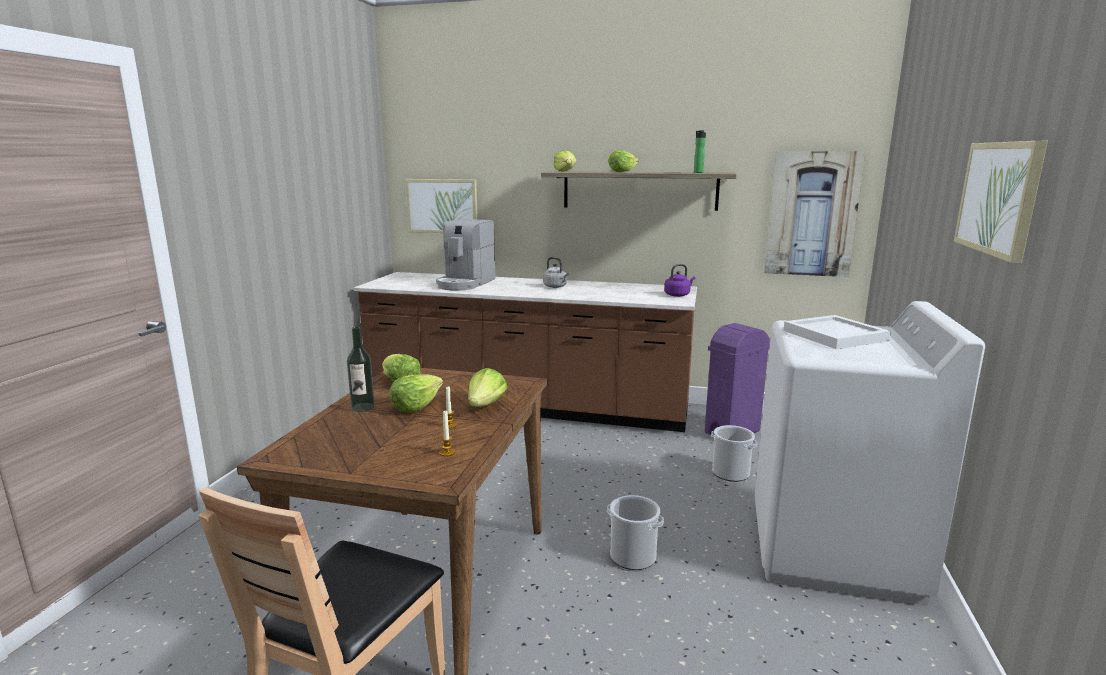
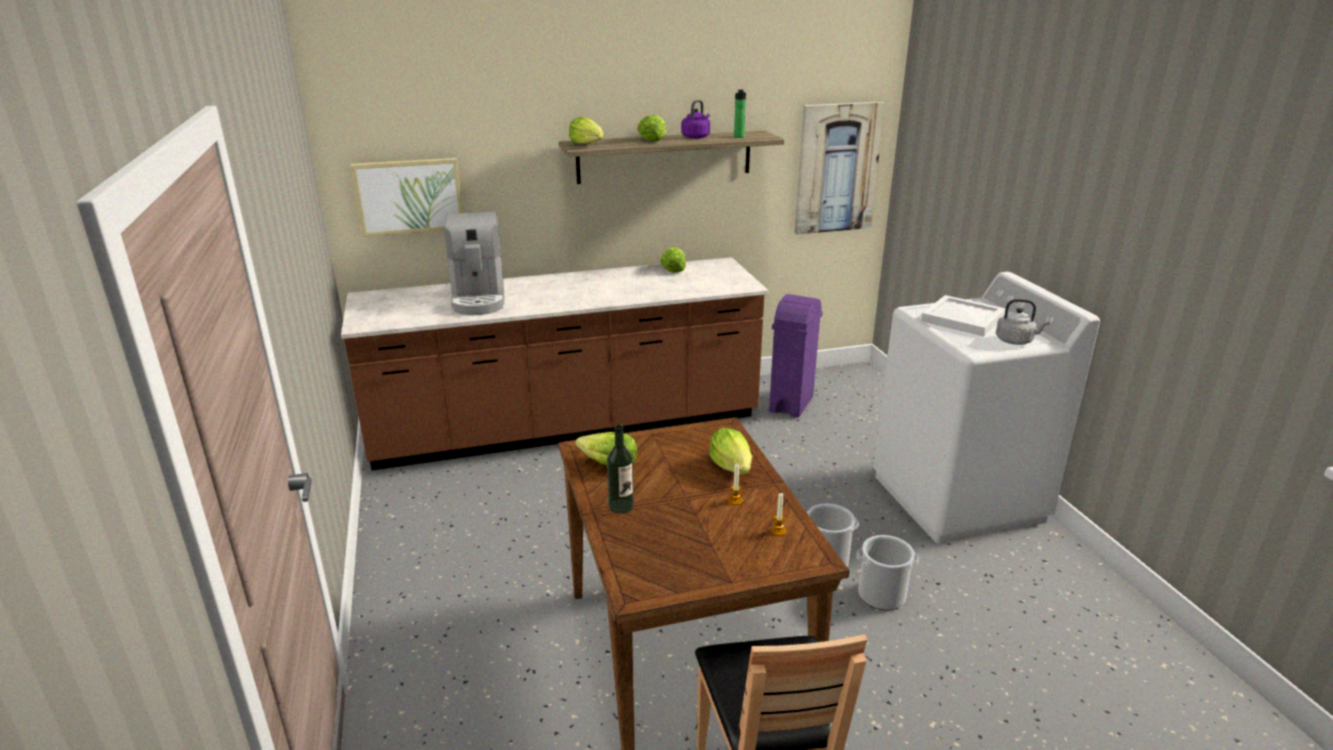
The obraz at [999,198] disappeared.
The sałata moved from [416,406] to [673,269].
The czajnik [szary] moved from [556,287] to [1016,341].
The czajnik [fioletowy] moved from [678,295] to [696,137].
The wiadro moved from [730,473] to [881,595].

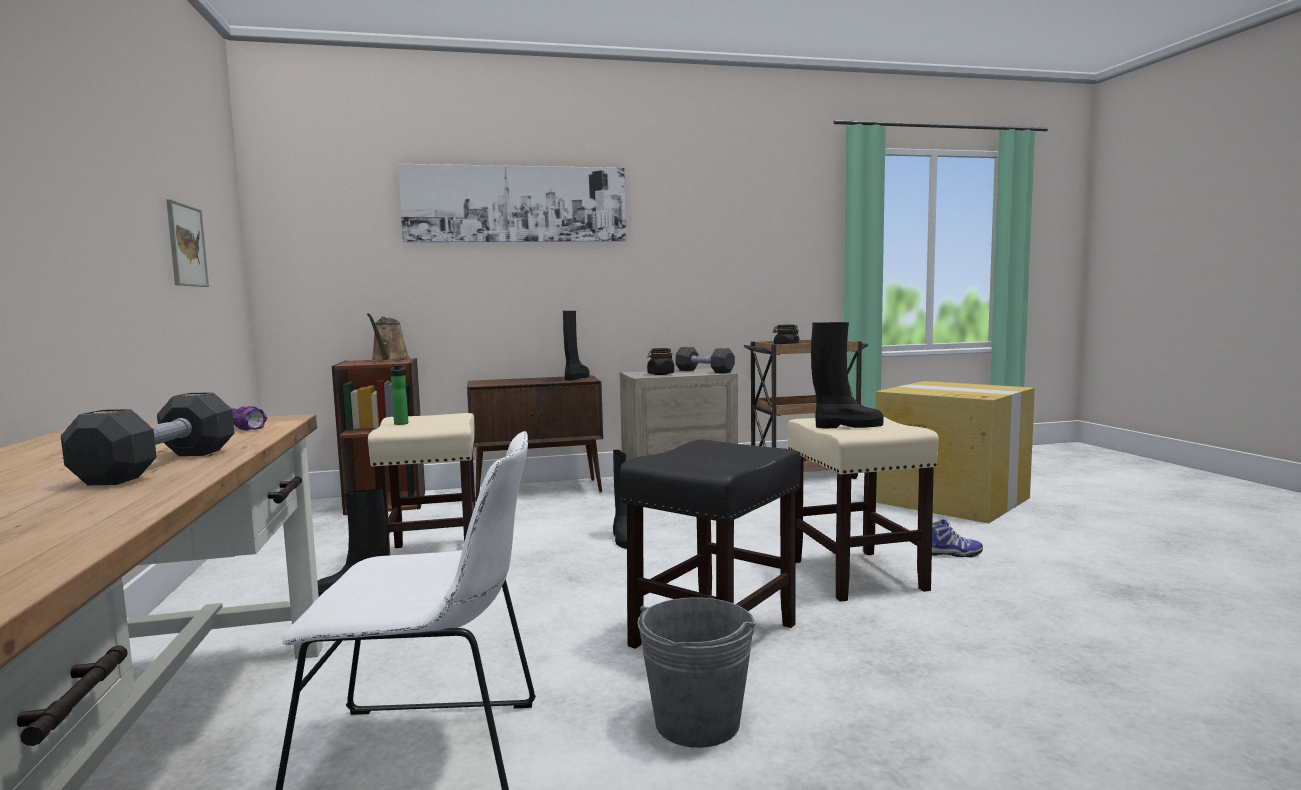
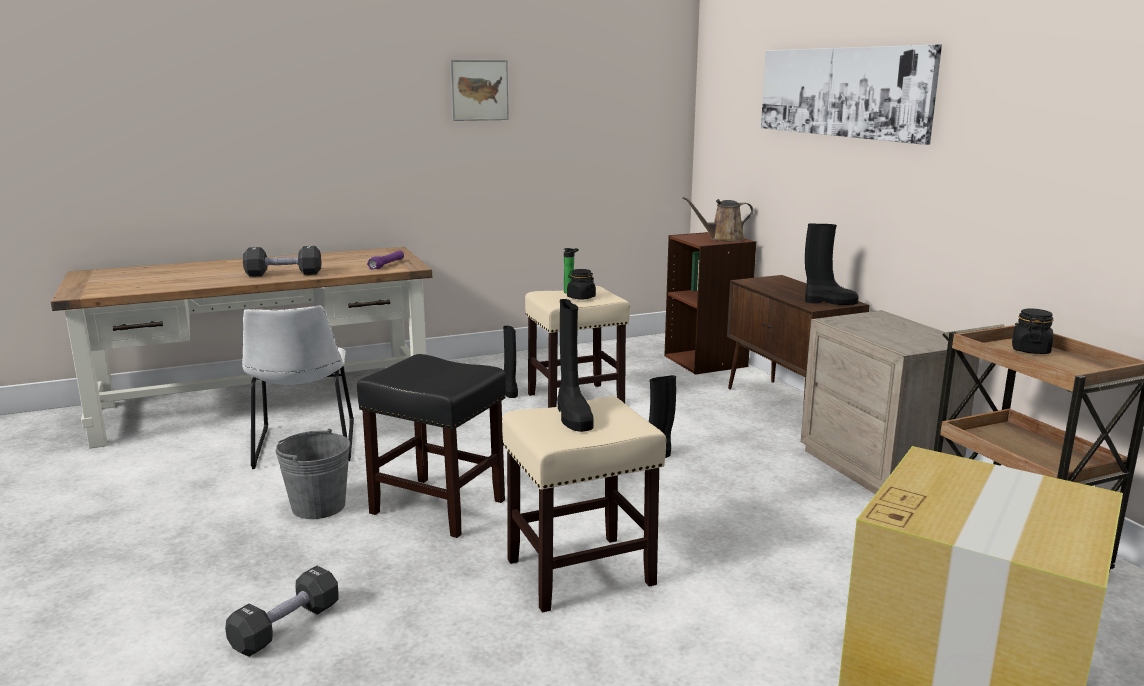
The but at [951,554] disappeared.
The obraz moved from [186,245] to [479,90].
The słoik [czarny] moved from [660,374] to [581,297].
The hantel [czarny] moved from [704,371] to [286,627].

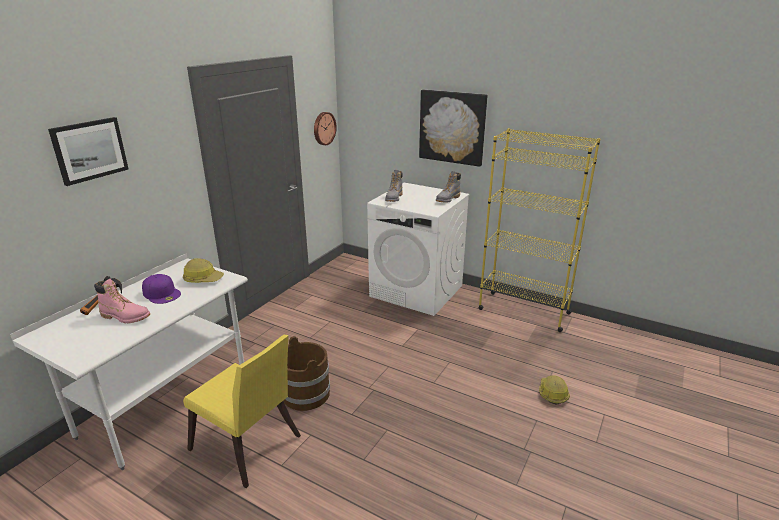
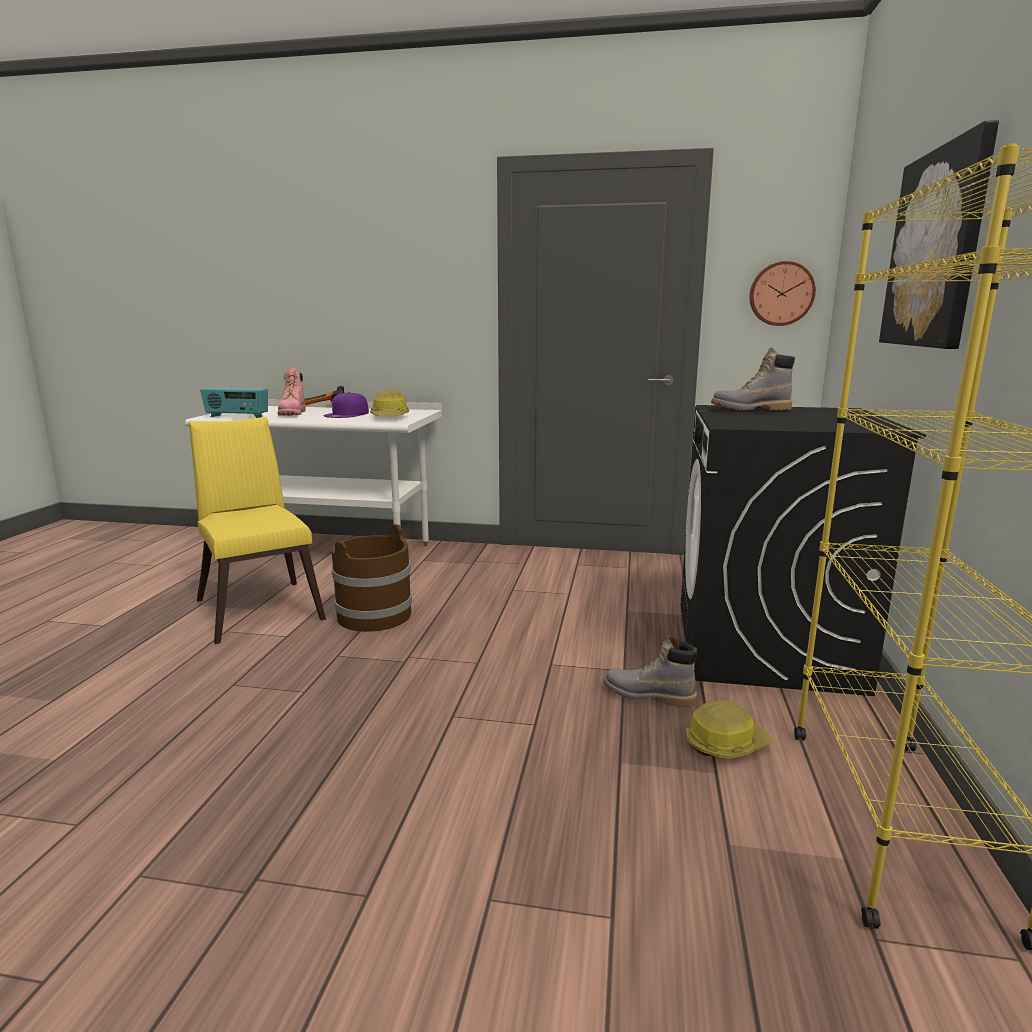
The obraz at [89,150] disappeared.
The radio at [236,416] appeared.
The but z cholewką [szary] moved from [447,199] to [648,695].
The kask moved from [552,393] to [725,743].
The pralka [biały] at [417,291] became the pralka [czarny] at [765,646].
The krzesło [żółty] at [249,447] turned 135 degrees clockwise.

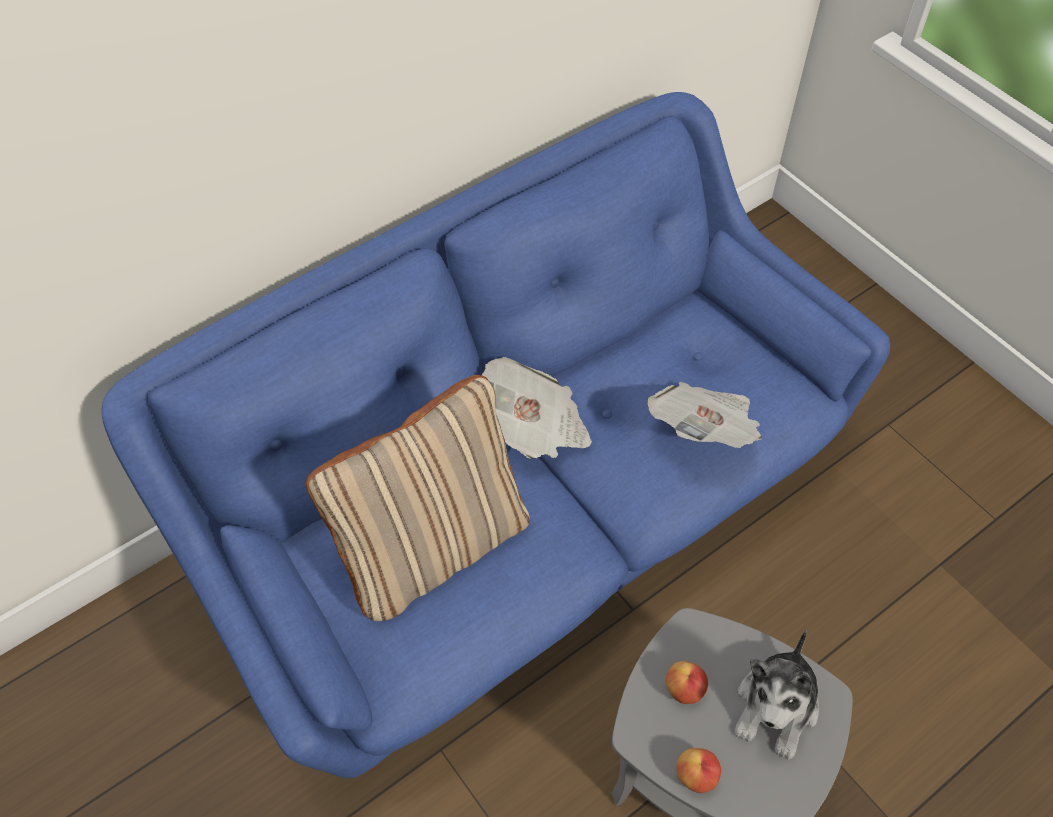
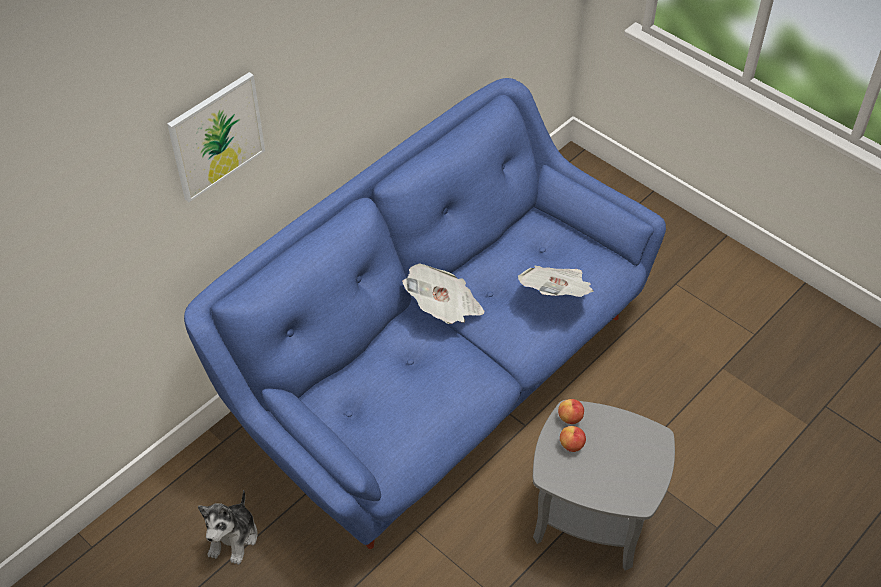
The poduszka [beżowy] at [433,547] disappeared.
The obraz at [216,136] appeared.
The jabłko moved from [696,776] to [570,418].
The pluszak moved from [776,707] to [233,538].

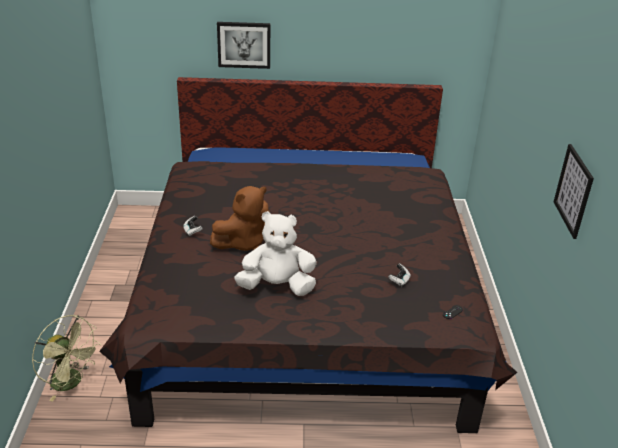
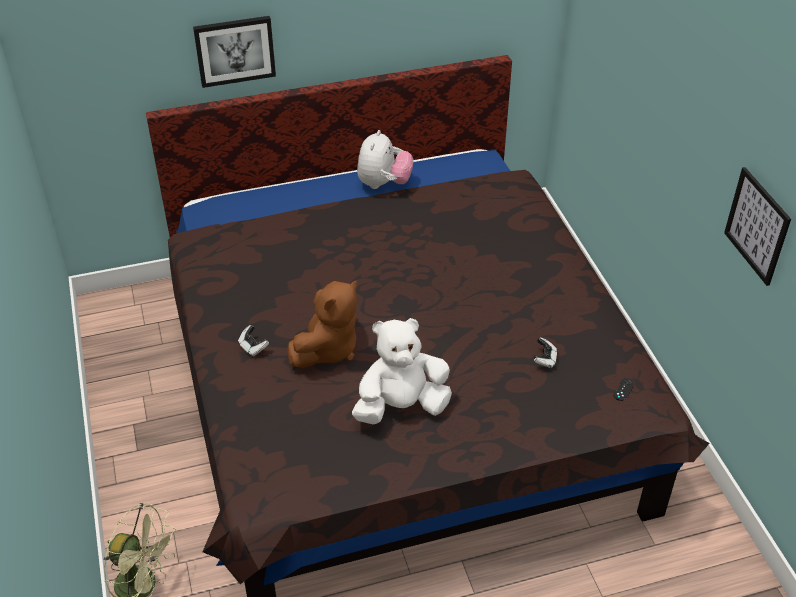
The pluszak at [383,184] appeared.

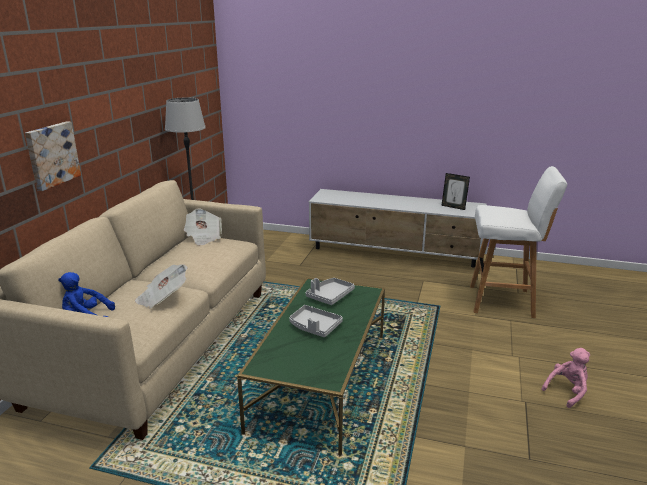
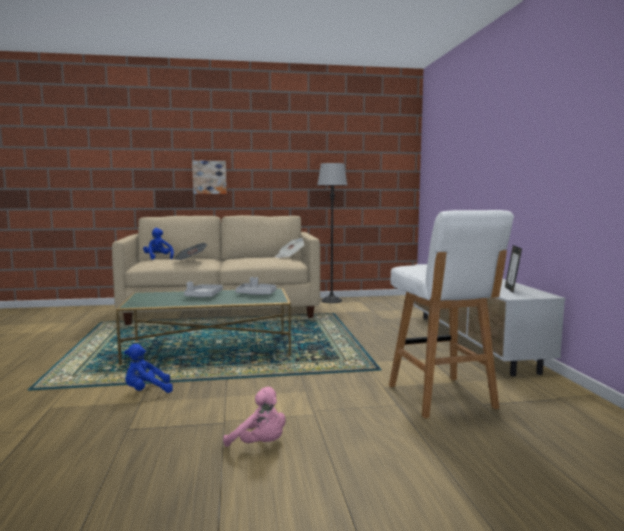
The pluszak [niebieski] at [146,391] appeared.

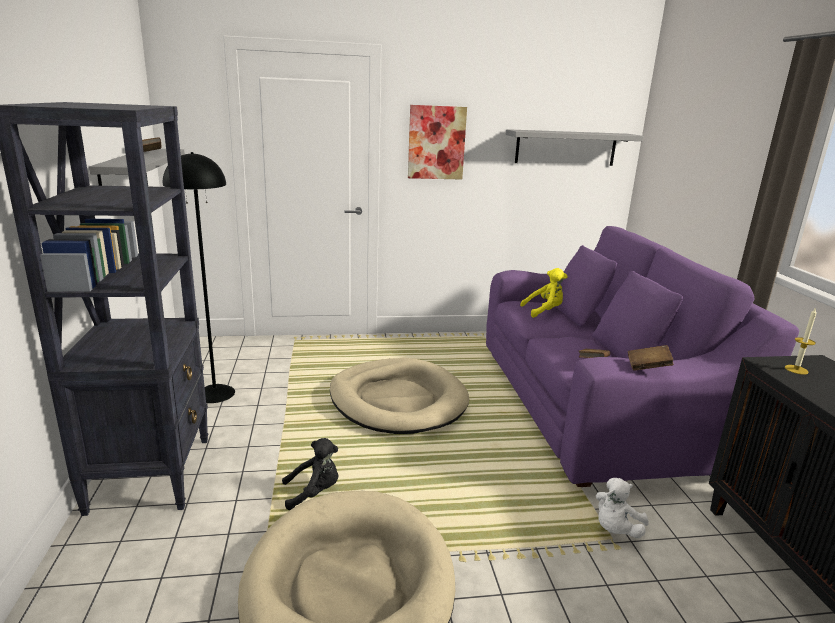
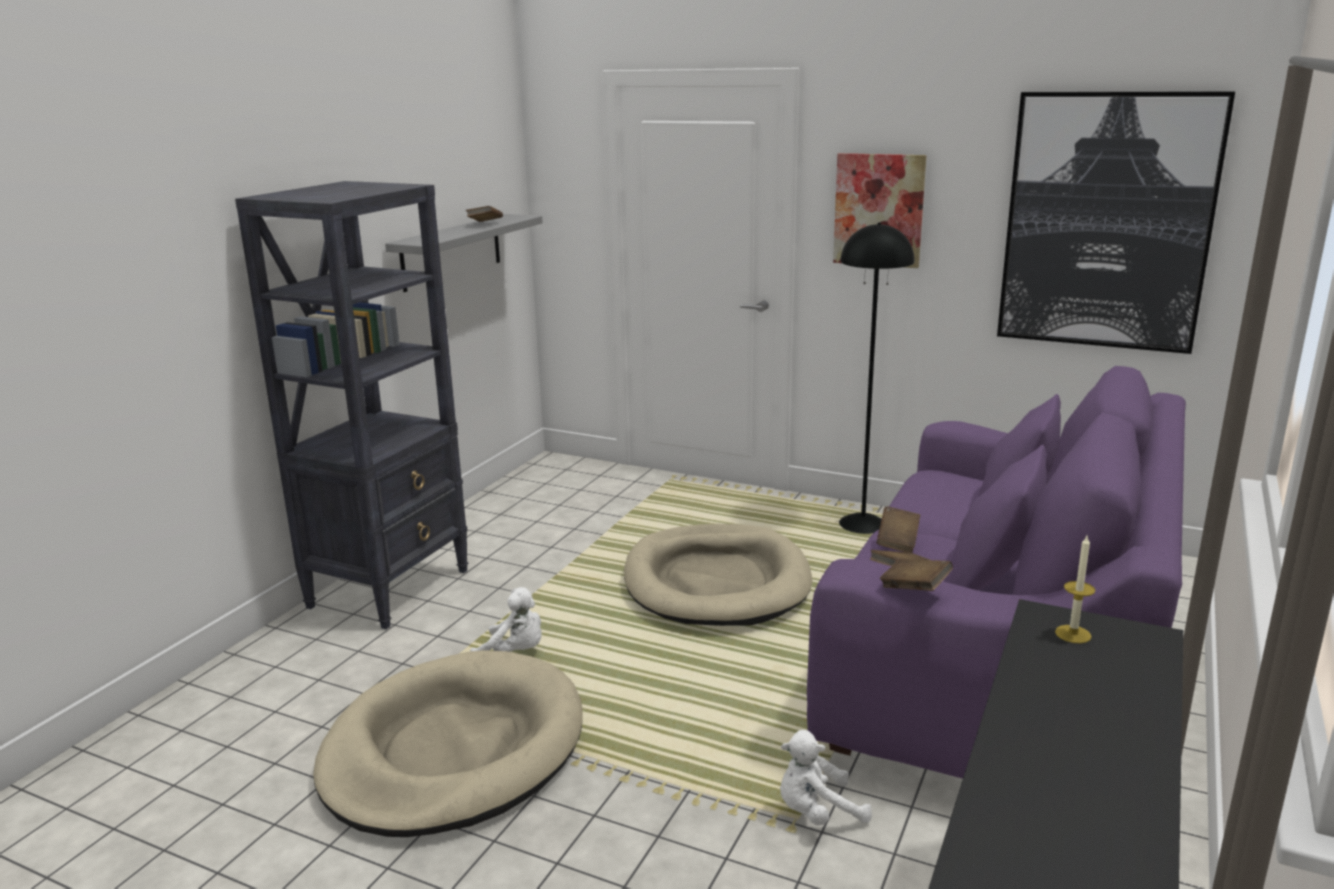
The pluszak [żółty] at [544,311] disappeared.
The książka [brązowy] at [898,542] appeared.
The lampa stojąca [czarny] moved from [215,393] to [863,524].
The półka [szary] at [566,148] was replaced by the obraz at [1107,222].
The pluszak [czarny] at [314,492] became the pluszak [biały] at [514,652].

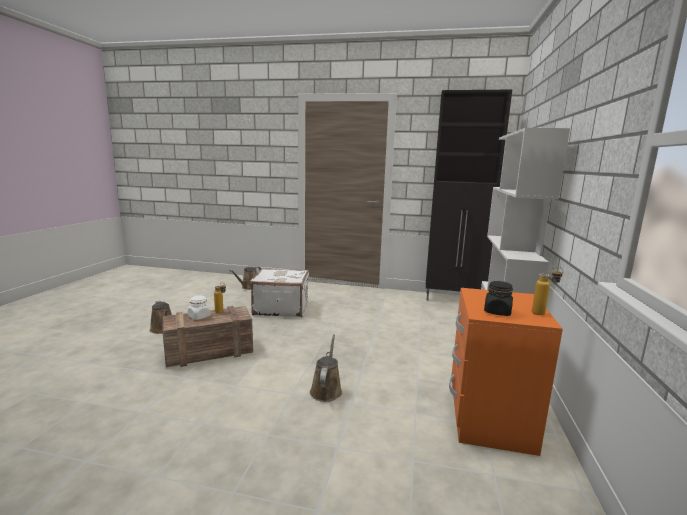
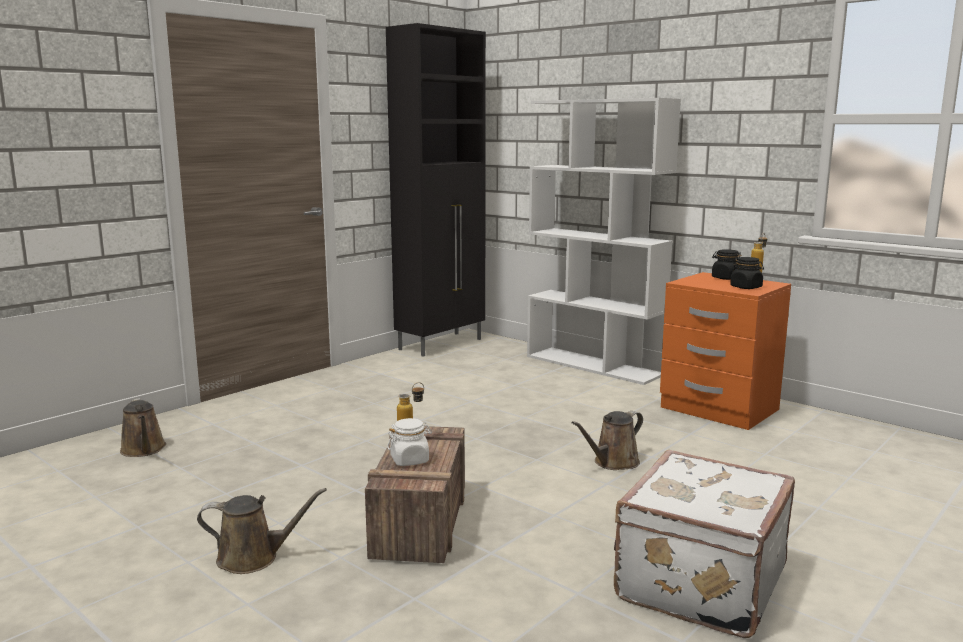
The słoik [czarny] at [726,278] appeared.
The walizka [biały] moved from [281,308] to [697,583].
The konewka [brązowy] at [326,390] turned 75 degrees counterclockwise.

